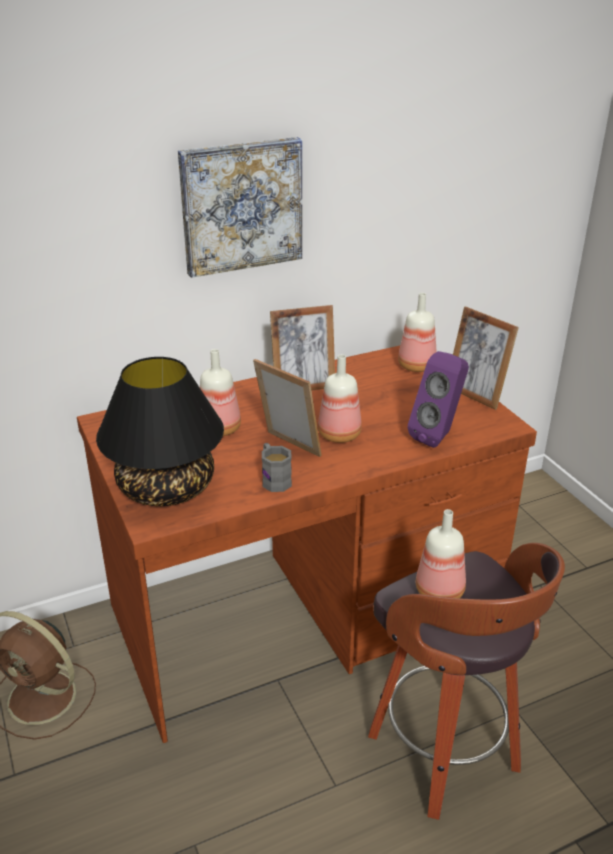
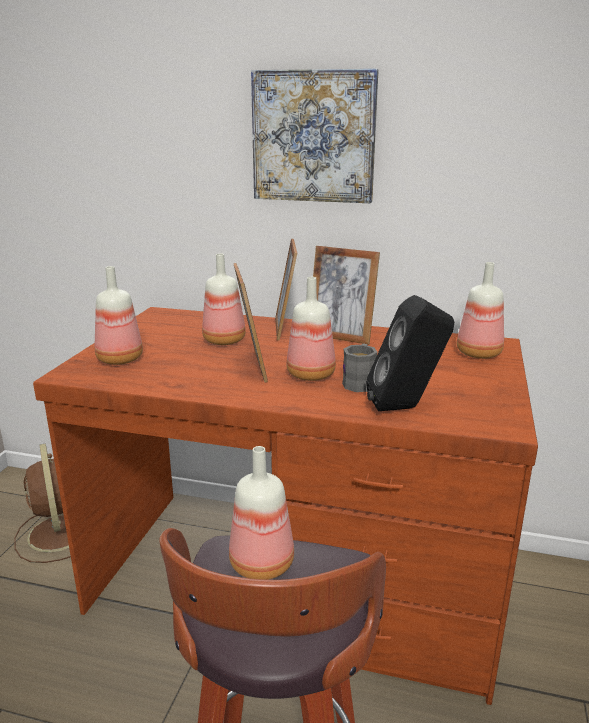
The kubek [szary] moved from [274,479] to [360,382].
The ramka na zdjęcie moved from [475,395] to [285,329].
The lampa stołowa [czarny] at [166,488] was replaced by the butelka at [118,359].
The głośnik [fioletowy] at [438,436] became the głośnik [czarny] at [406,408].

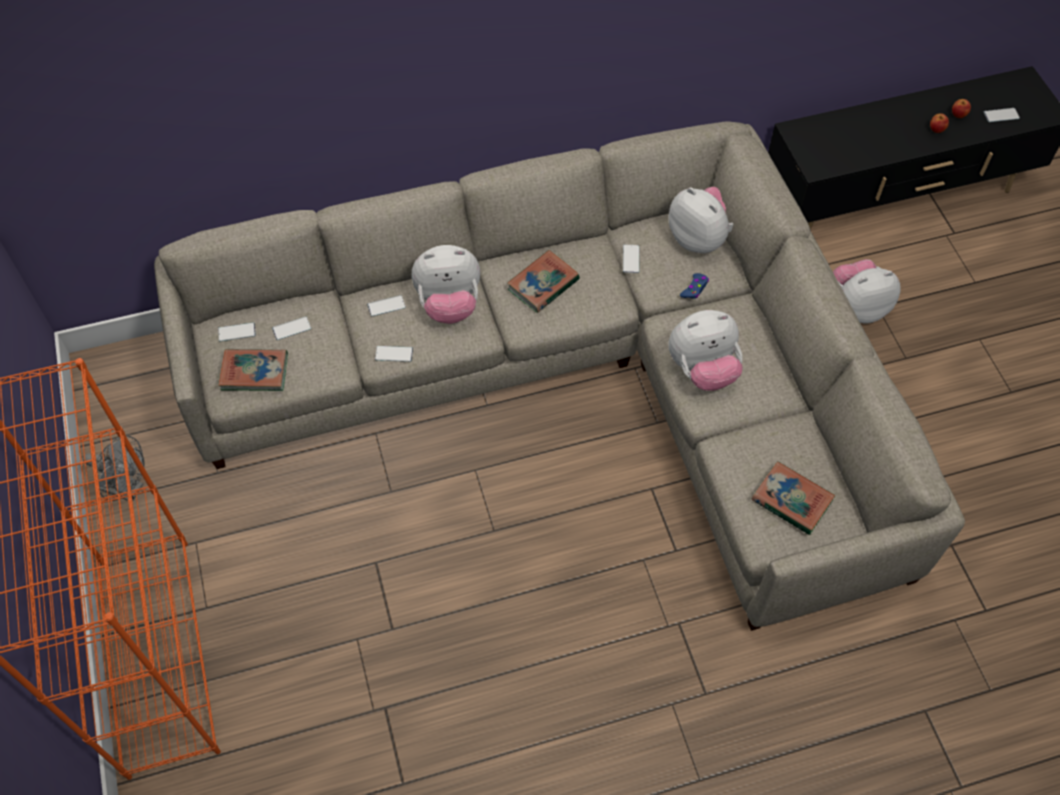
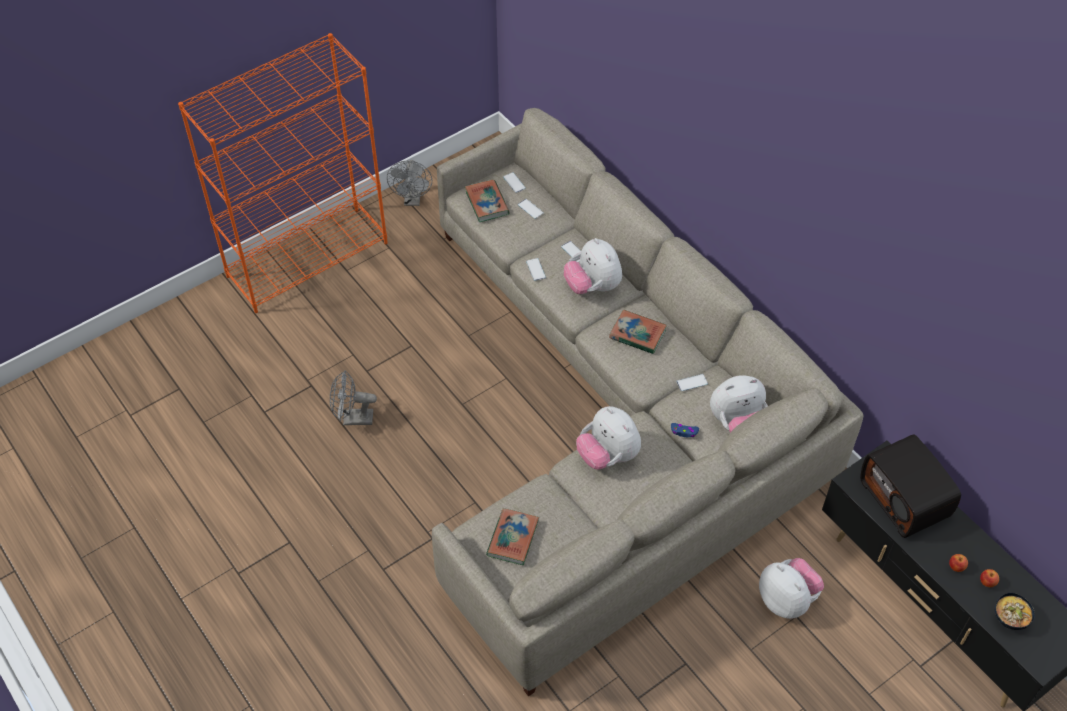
The wentylator [szary] at [353,419] appeared.
The radio at [905,499] appeared.
The telefon at [1001,115] was replaced by the miska at [1009,619].
The pluszak at [701,238] turned 45 degrees clockwise.

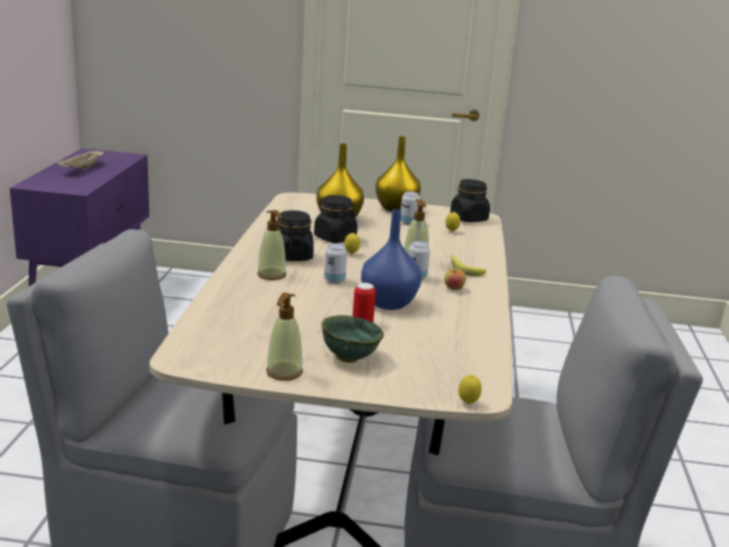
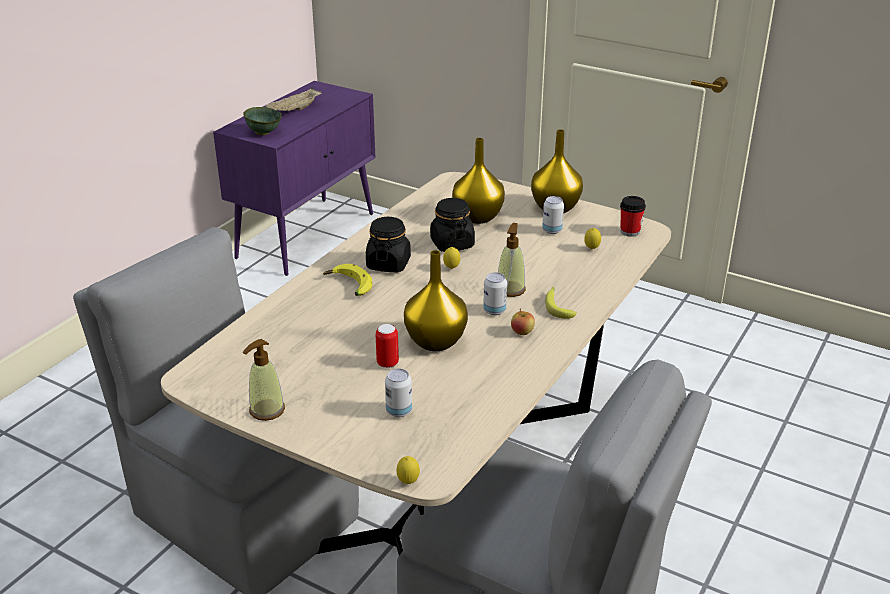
The miska [zielony] moved from [348,358] to [263,133].
The puszka moved from [334,280] to [399,411].
The dozownik mydła at [271,275] was replaced by the banan at [348,286].
The słoik [czarny] at [469,218] was replaced by the filiżanka at [630,232].
The wazon [niebieski] at [390,303] became the wazon [żółty] at [436,342].

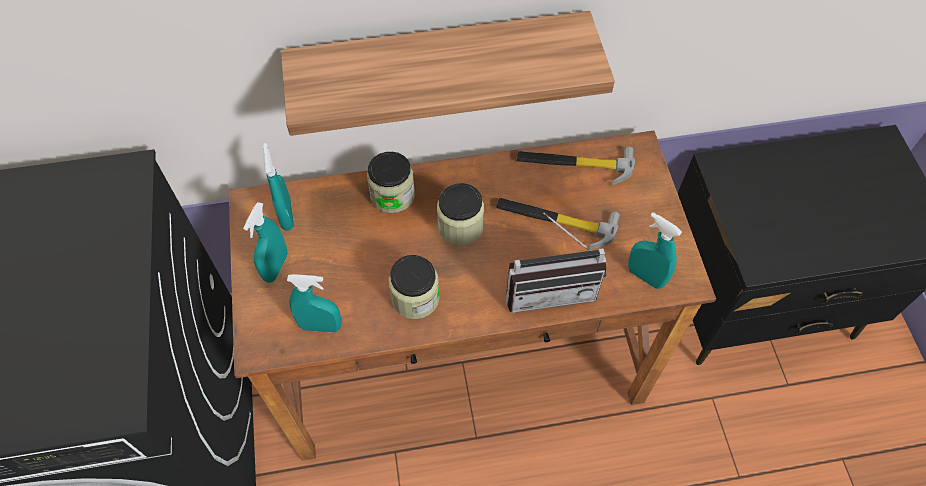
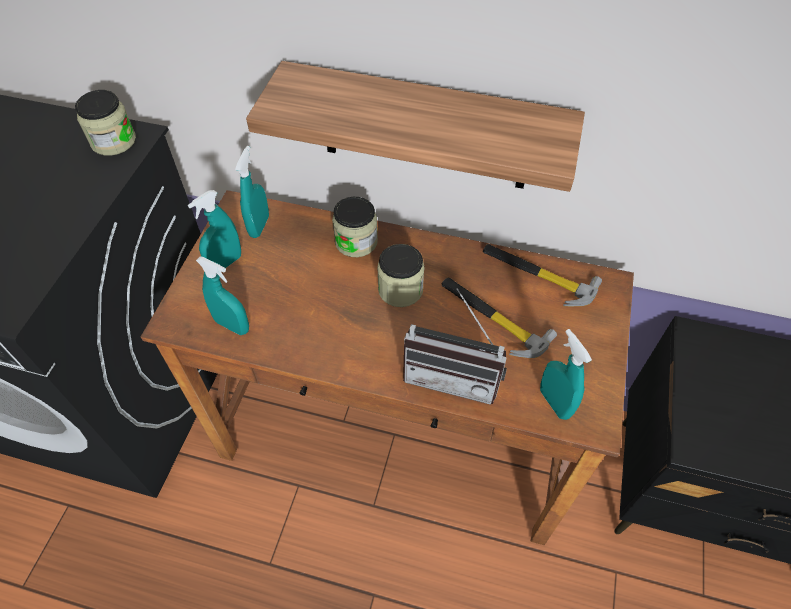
The słoik moved from [415,298] to [113,141].

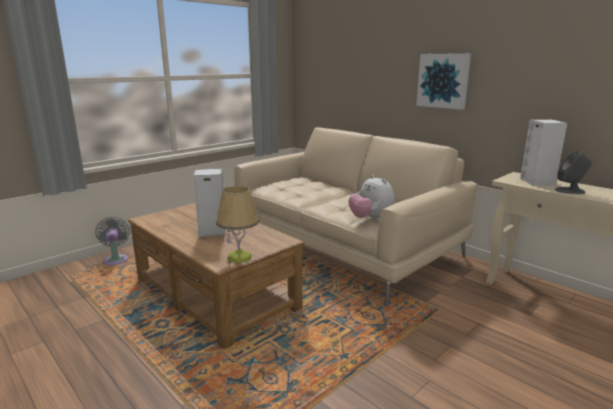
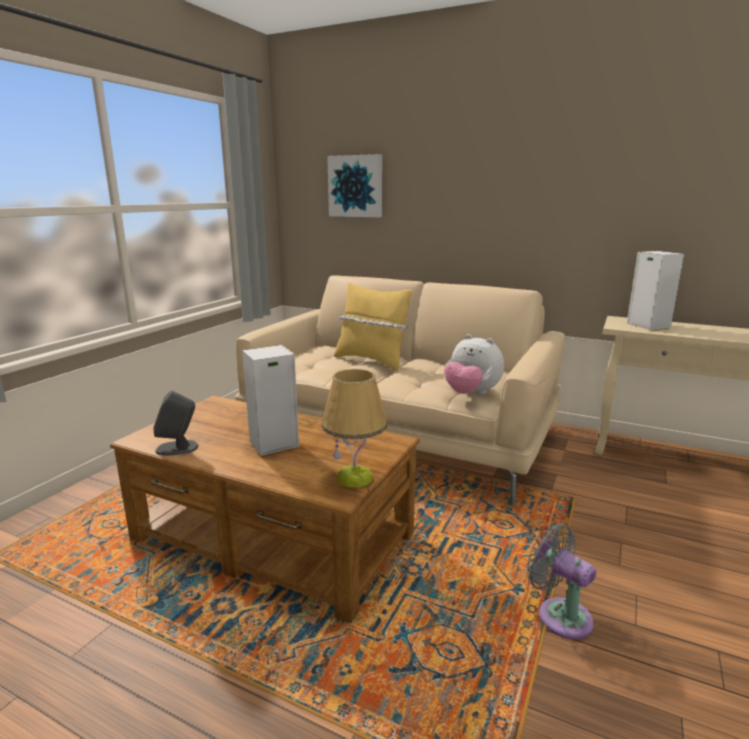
The poduszka [żółty] at [371,360] appeared.
The wentylator [szary] moved from [116,259] to [559,614].
The obraz moved from [443,81] to [355,186].
The głośnik [szary] moved from [570,191] to [178,448].

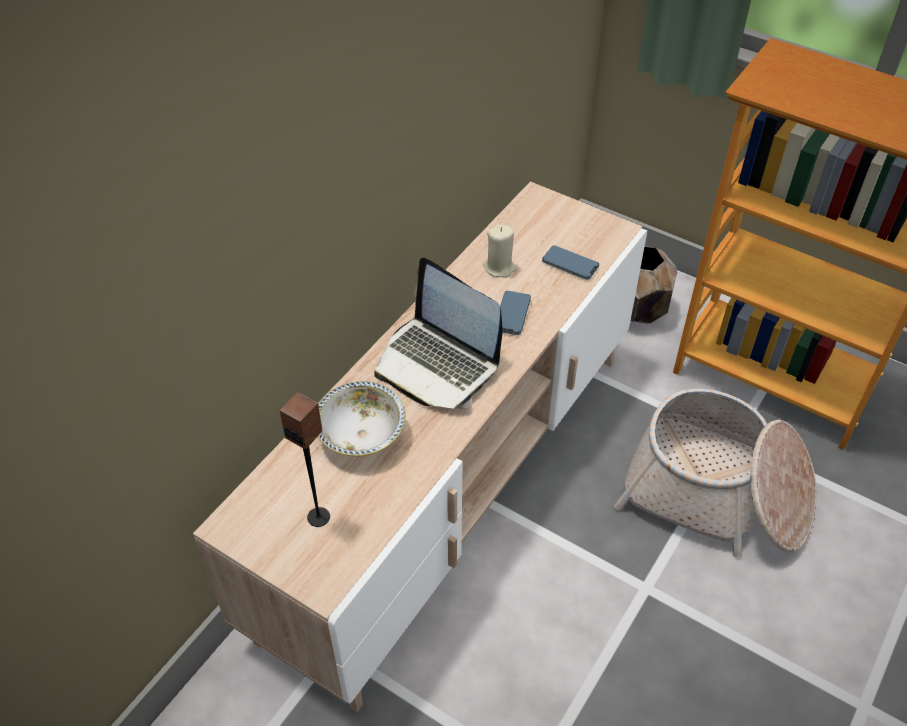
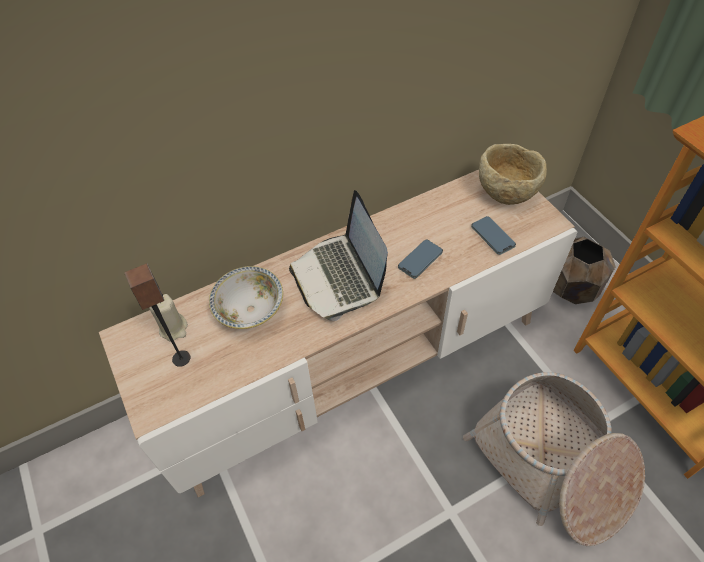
The miska [beżowy] at [506,192] appeared.
The świeca [beżowy] moved from [500,267] to [173,328].

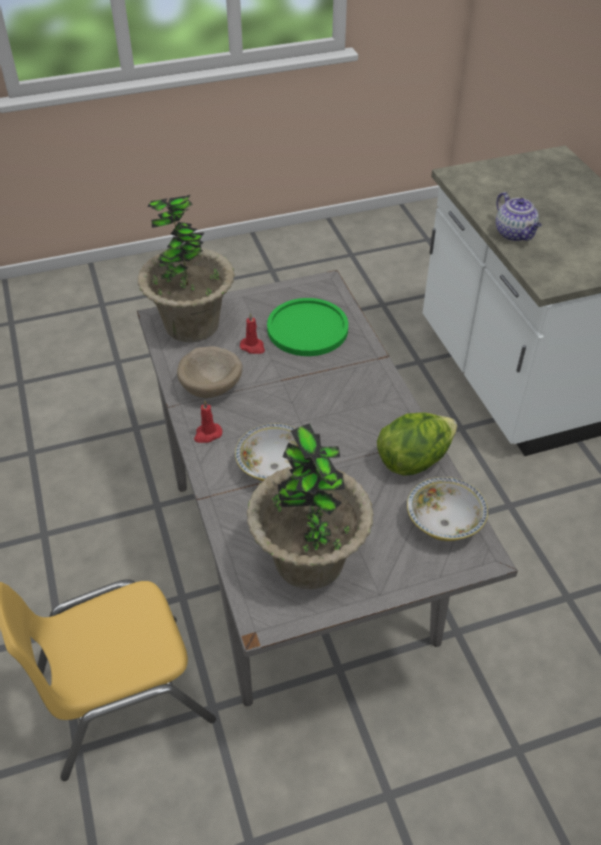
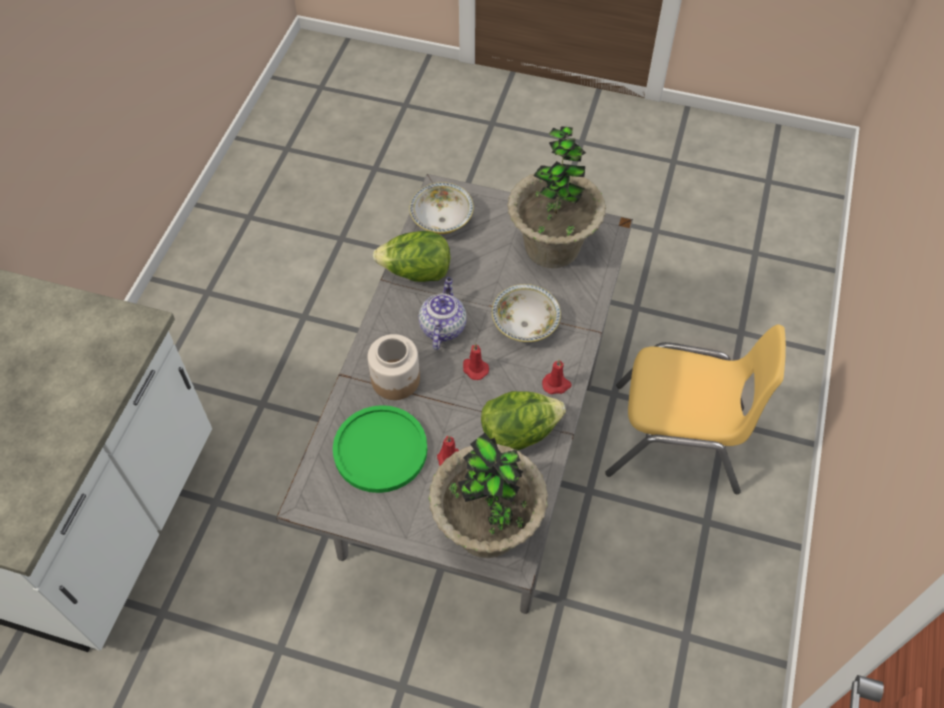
The słoik at [396,379] appeared.
The świeca [czerwony] at [474,368] appeared.
The imbryk moved from [515,234] to [442,327].
The miska [beżowy] at [213,387] was replaced by the sałata at [519,432].

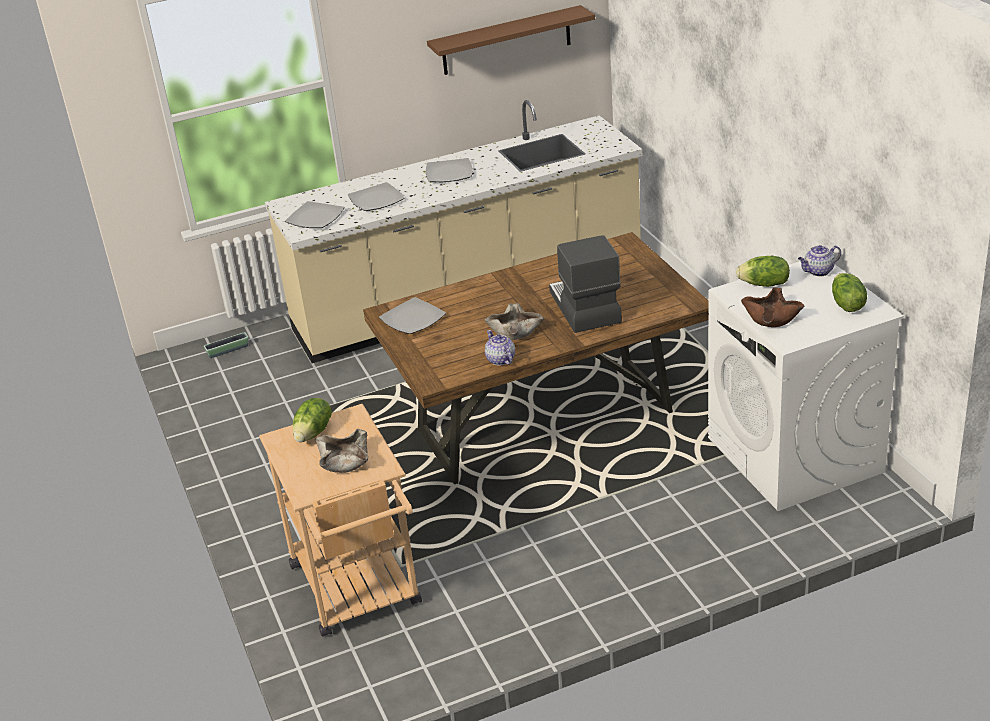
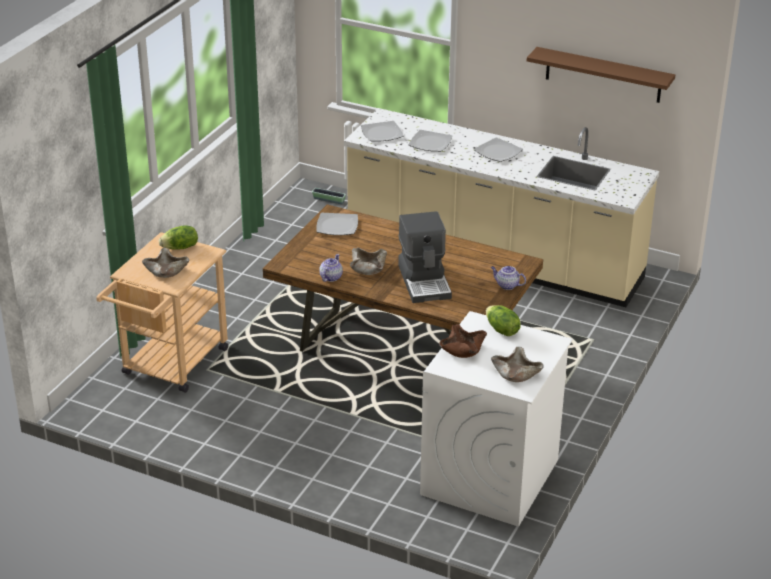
The imbryk moved from [818,271] to [507,285].
The sałata at [846,304] was replaced by the miska [beżowy] at [516,373].
The ekspres do kawy at [584,308] turned 135 degrees clockwise.

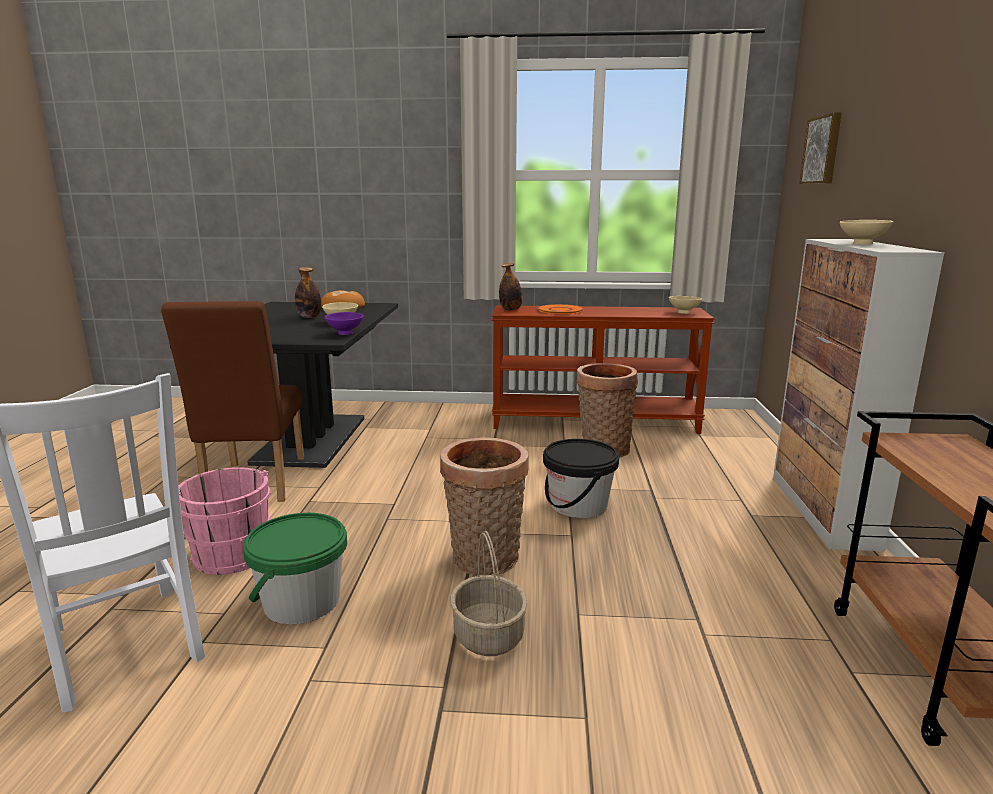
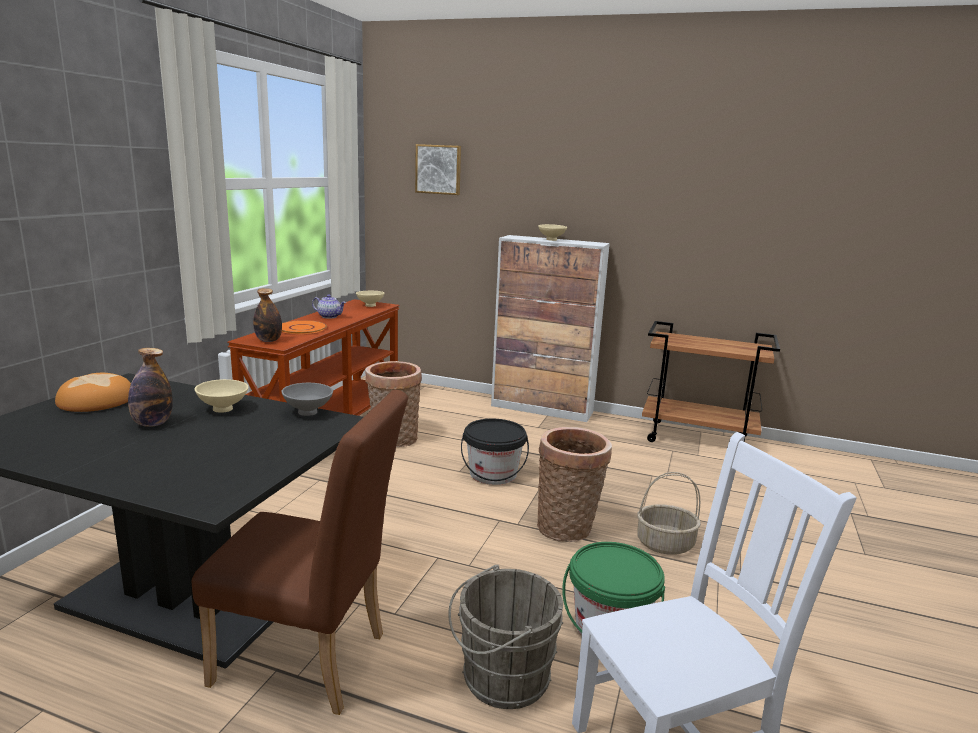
The imbryk at [329,316] appeared.
The wiadro [różowy] at [231,553] became the wiadro [szary] at [500,678].
The miska [fioletowy] at [346,333] became the miska [szary] at [309,412].

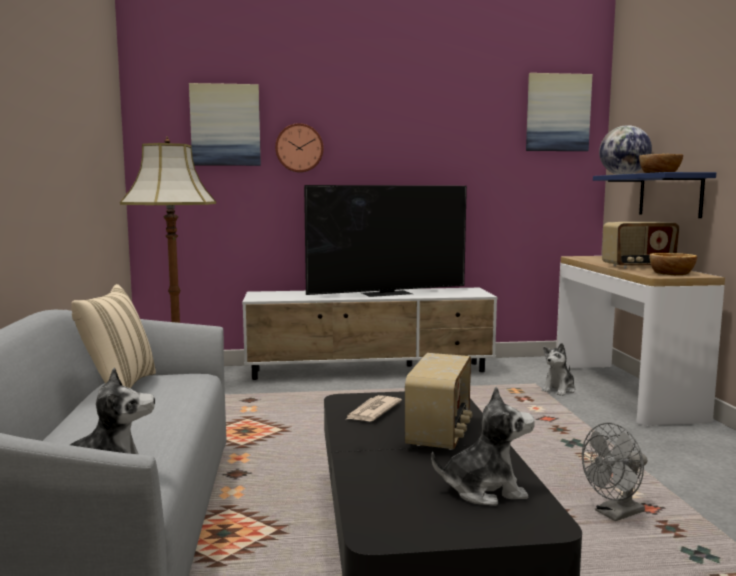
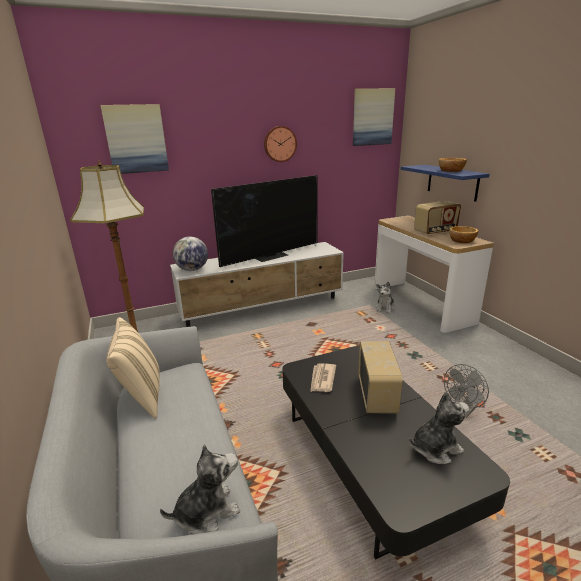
The zegar ścienny moved from [299,148] to [279,144].
The globus moved from [623,175] to [192,270].

